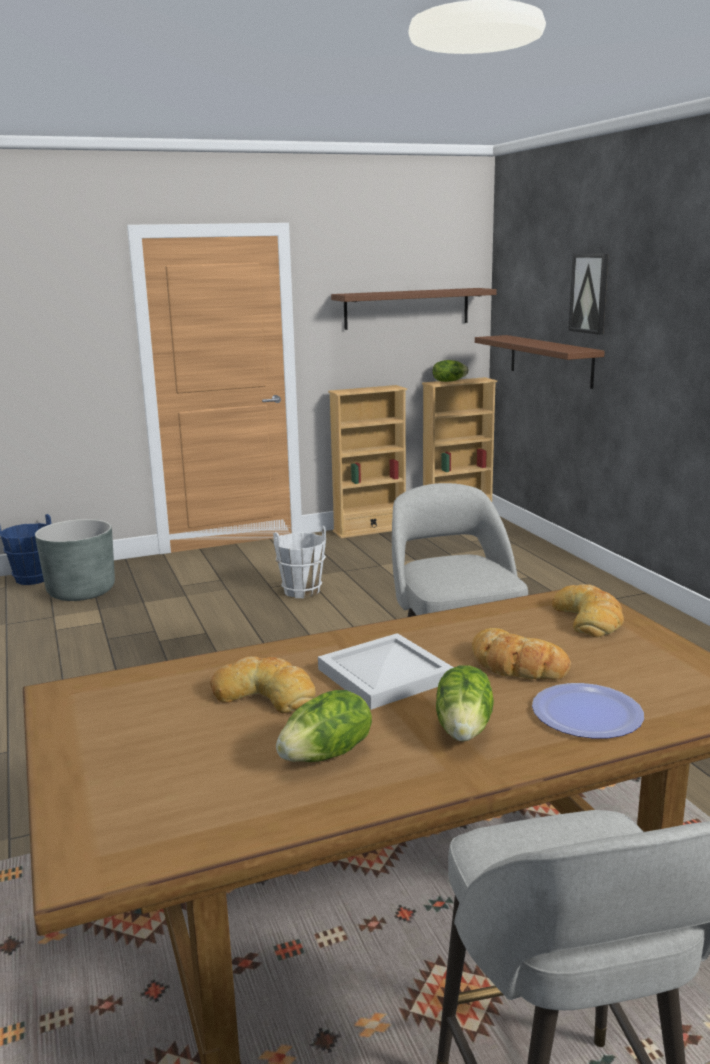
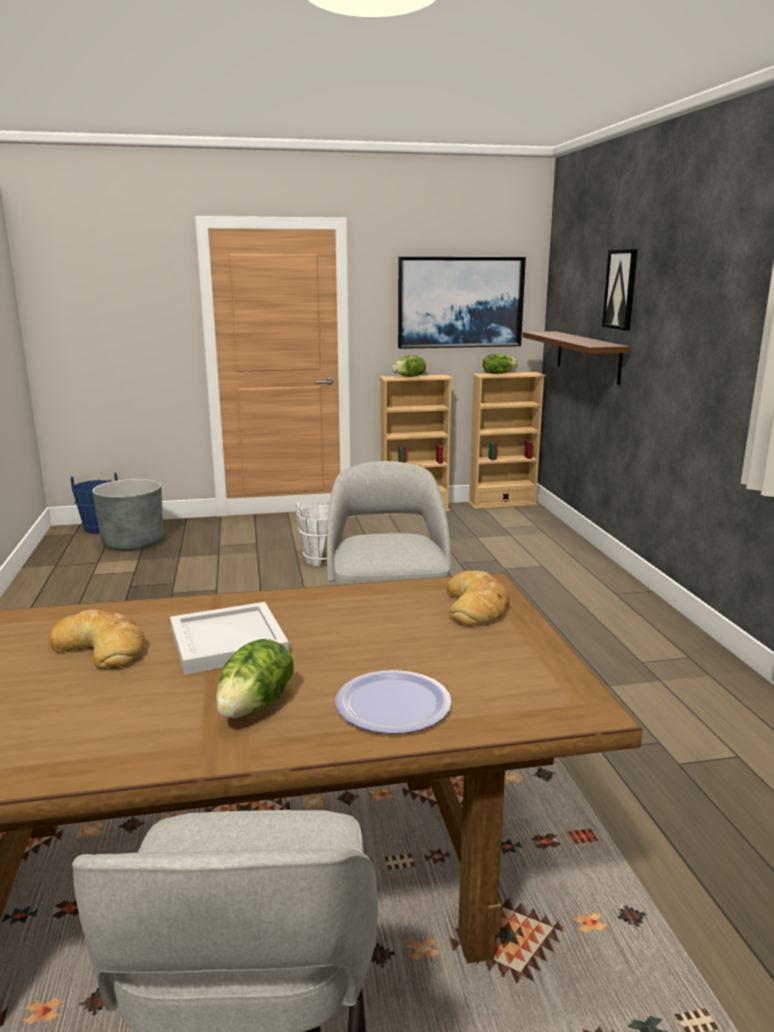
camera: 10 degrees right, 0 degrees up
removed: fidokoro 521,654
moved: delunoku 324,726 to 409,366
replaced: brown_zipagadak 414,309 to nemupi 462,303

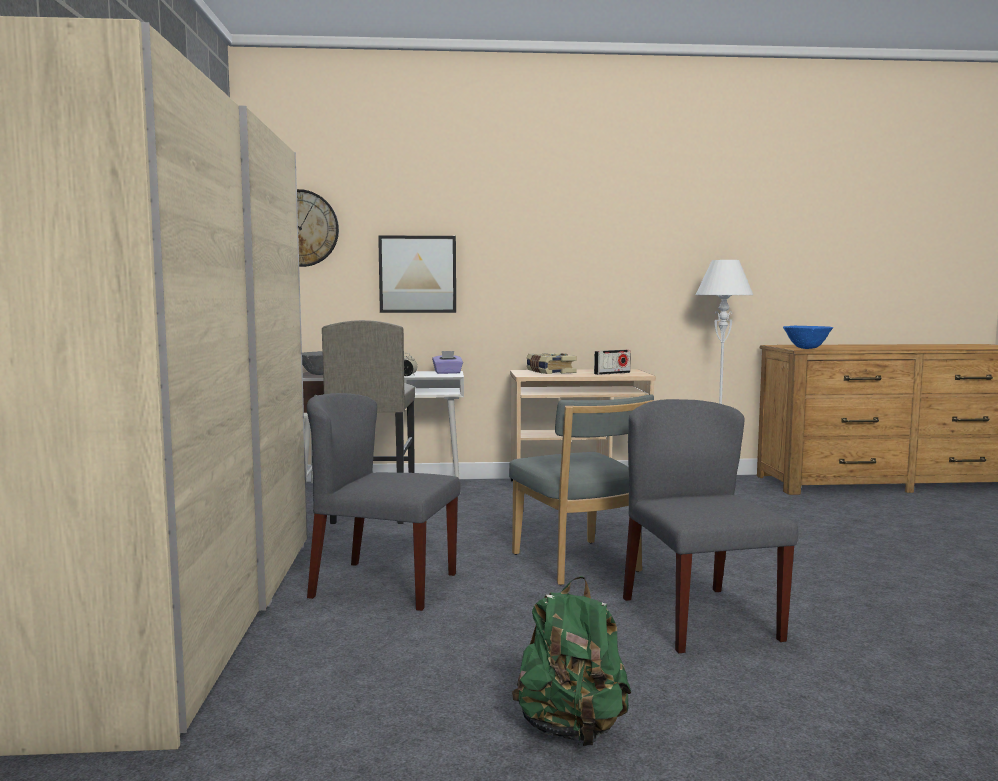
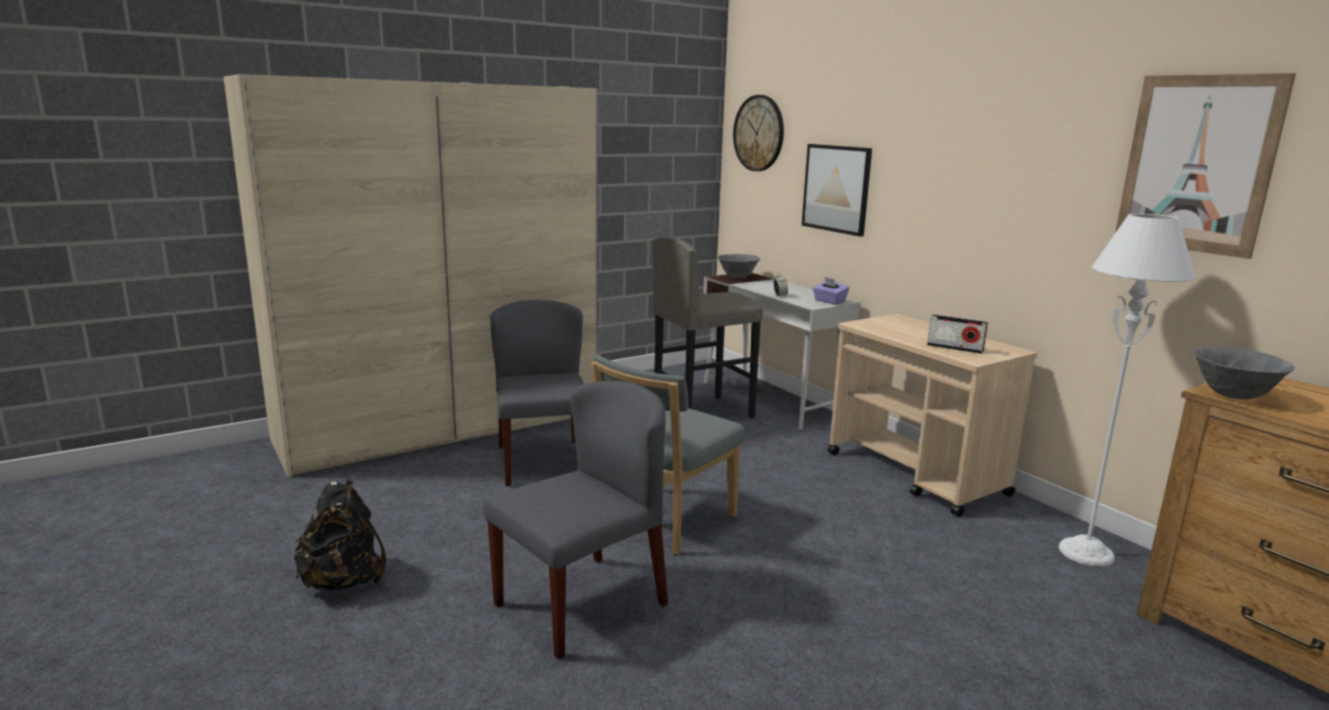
camera: 60 degrees right, 10 degrees up
removed: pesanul 552,363
added: nemupi 1205,166
recoloured: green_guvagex 571,661 to black_guvagex 340,535; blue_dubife 808,337 to grey_dubife 1244,373

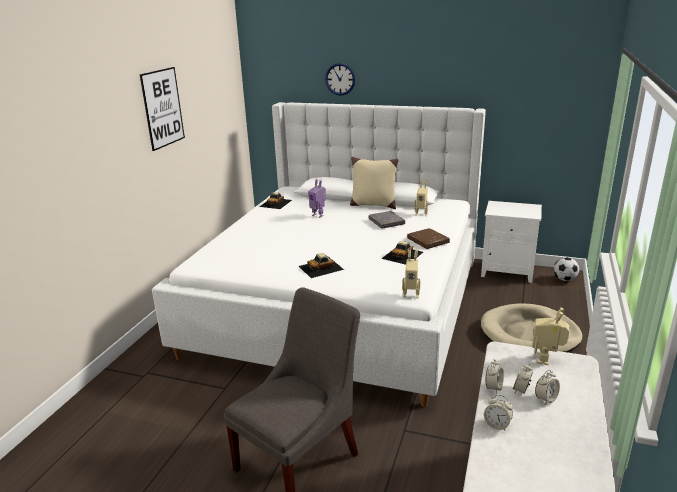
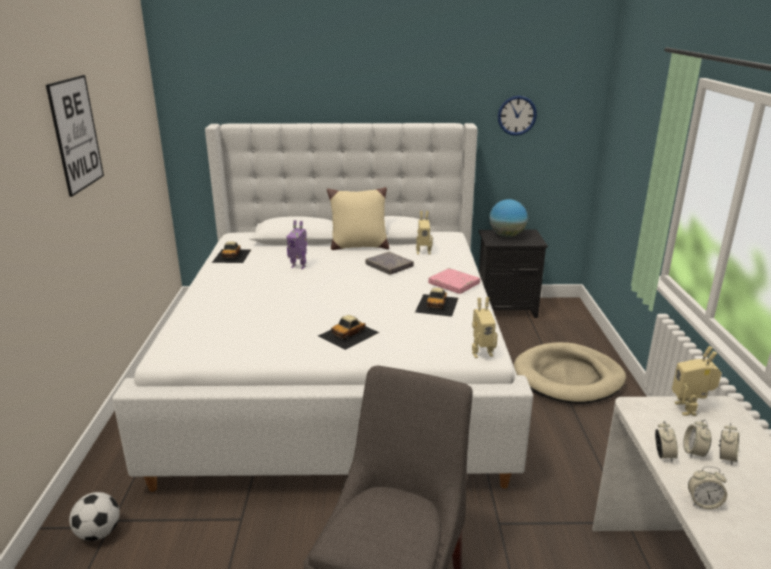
camera: 20 degrees left, 0 degrees up
added: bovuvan 508,218
moved: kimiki 340,79 to 517,116; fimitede 566,269 to 94,516
recoloured: brown_pesanul 428,238 to pink_pesanul 454,281; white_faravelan 511,242 to black_faravelan 513,273

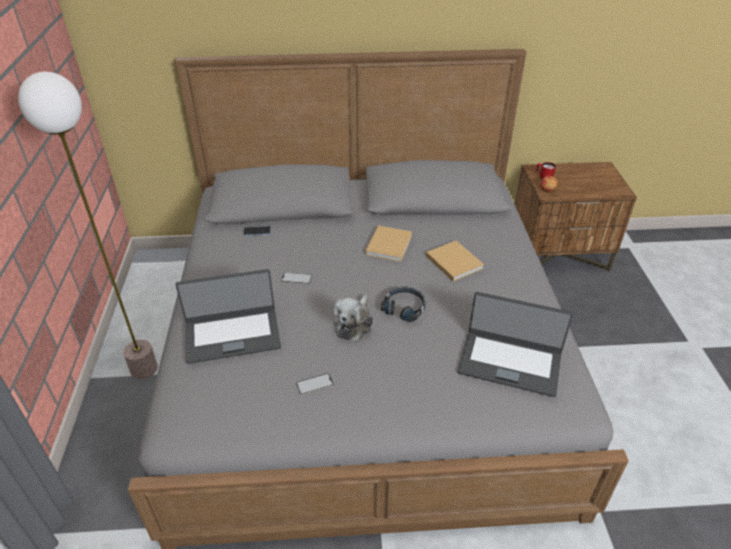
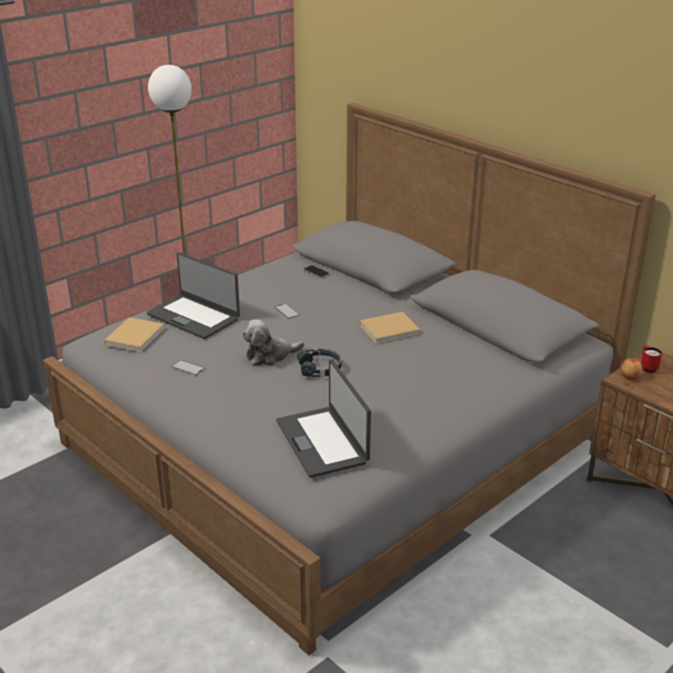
camera: 50 degrees right, 10 degrees down
moved: beige_pesanul 455,261 to 134,334

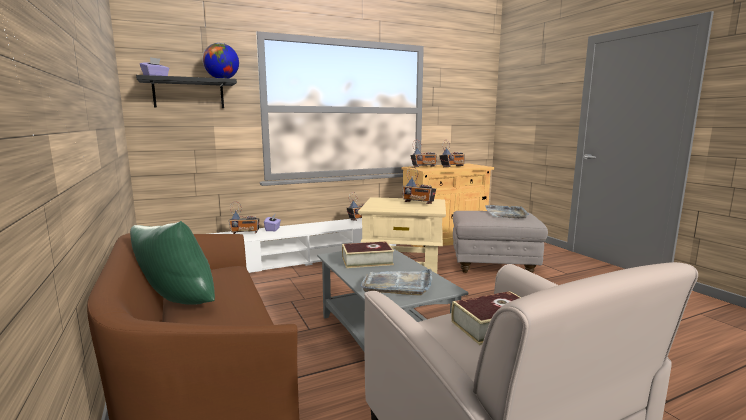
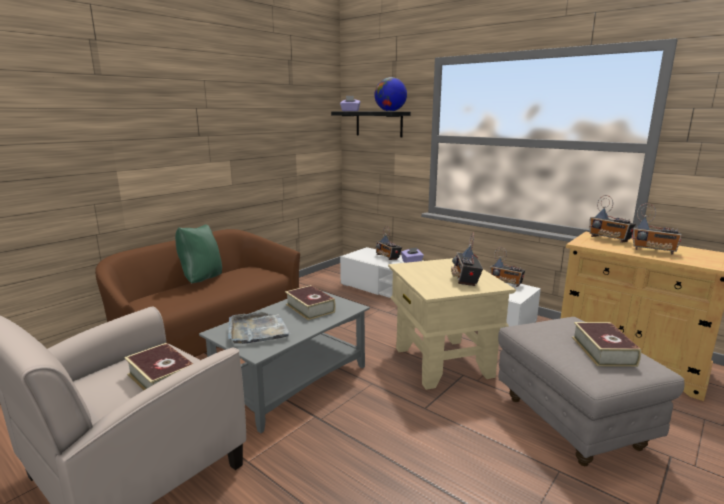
camera: 65 degrees right, 5 degrees up
replaced: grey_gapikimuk 507,211 to pesanul 606,344

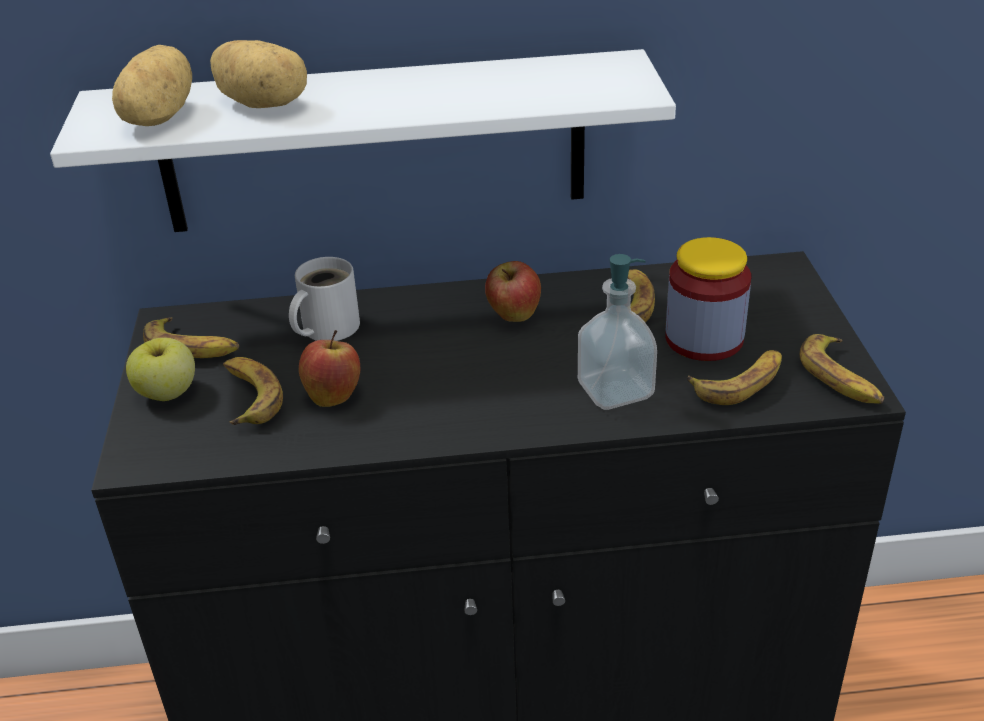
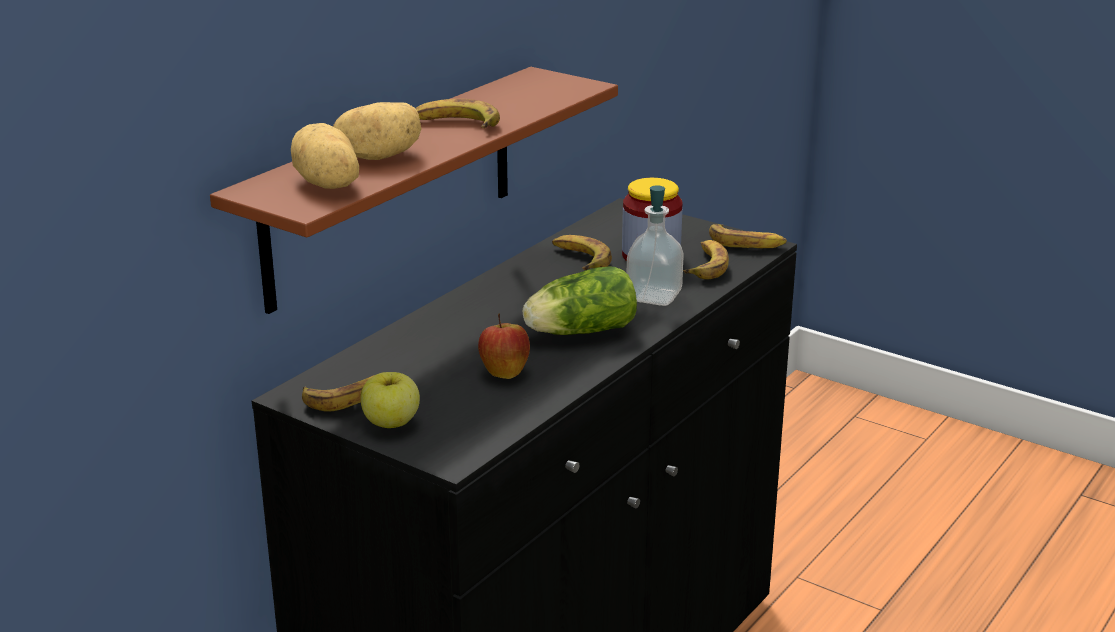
camera: 50 degrees left, 10 degrees down
removed: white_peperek 324,299; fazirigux 513,291
added: delunoku 580,300
moved: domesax 253,391 to 457,113
recoloured: white_zipagadak 363,140 to brown_zipagadak 414,190

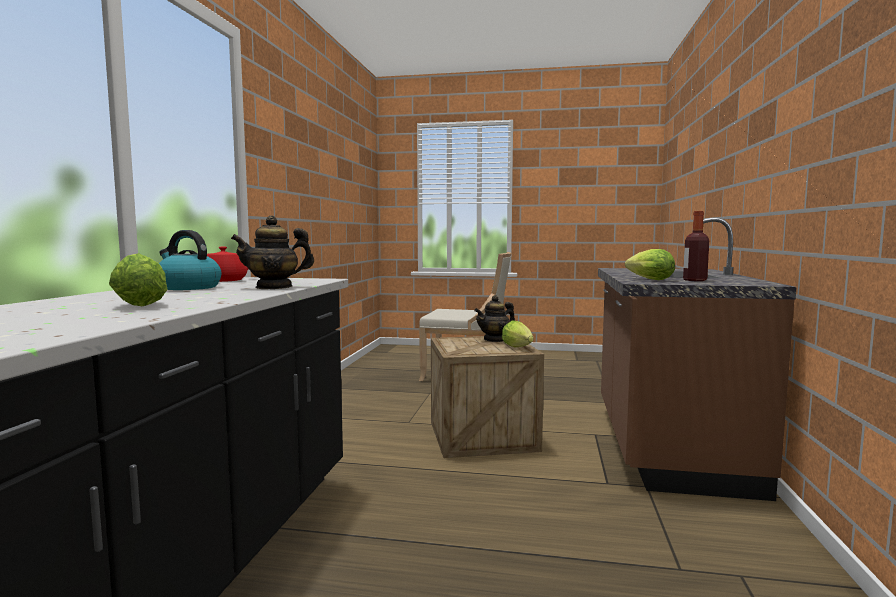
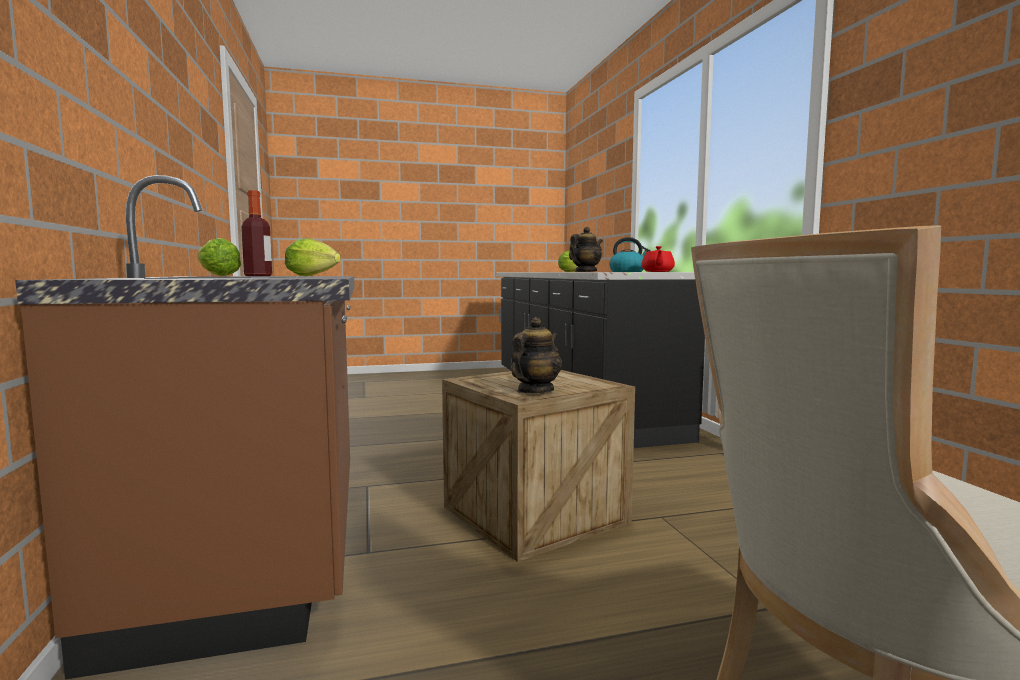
camera: 155 degrees right, 0 degrees up
moved: delunoku 518,334 to 219,257

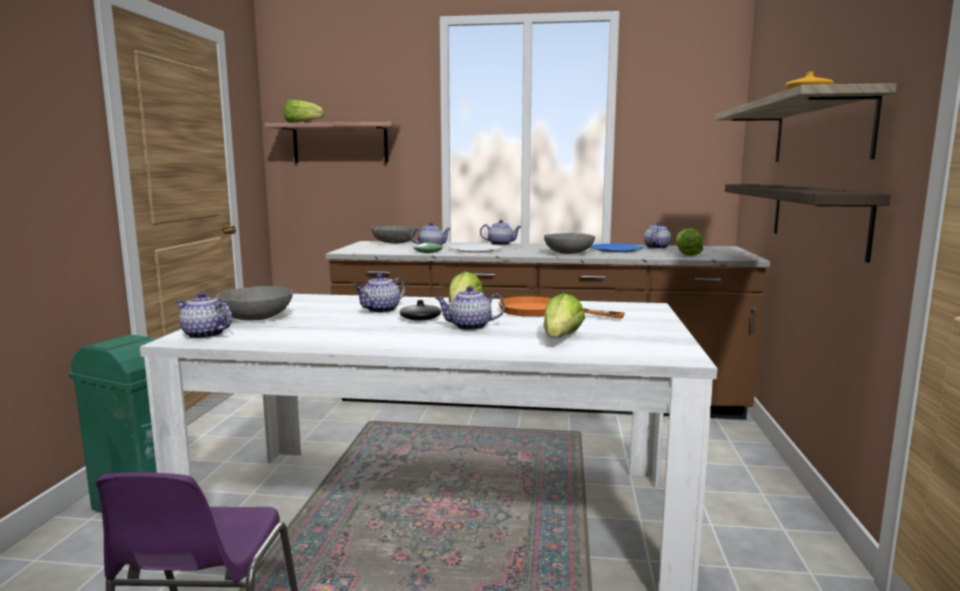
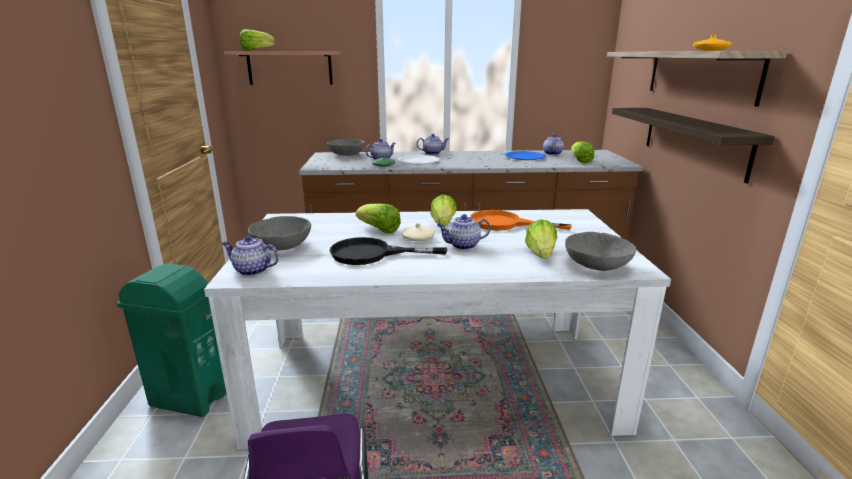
camera: 10 degrees left, 10 degrees up
added: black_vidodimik 389,251
moved: grey_dubife 569,243 to 600,251
replaced: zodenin 379,293 to delunoku 378,218
recoloured: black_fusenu 420,310 to beige_fusenu 418,232

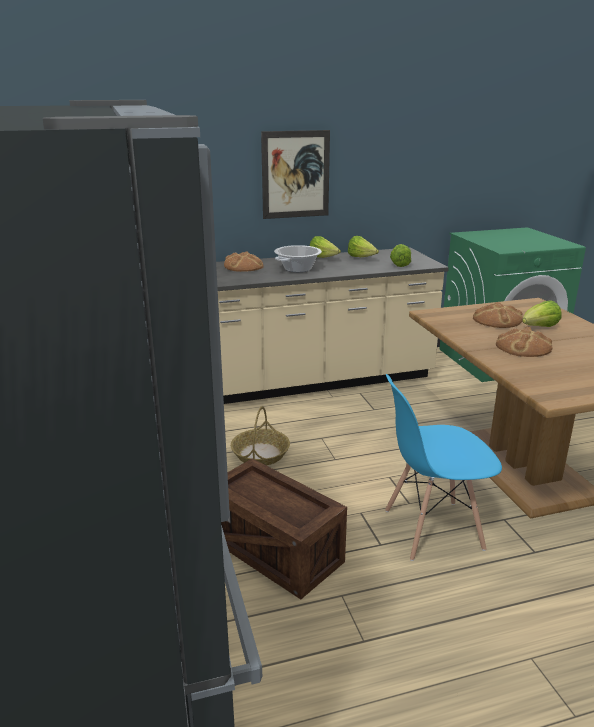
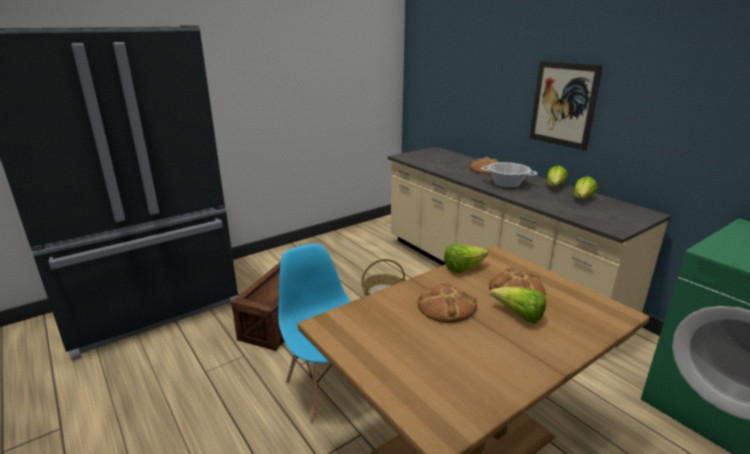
camera: 70 degrees right, 0 degrees up
moved: delunoku 400,255 to 466,258

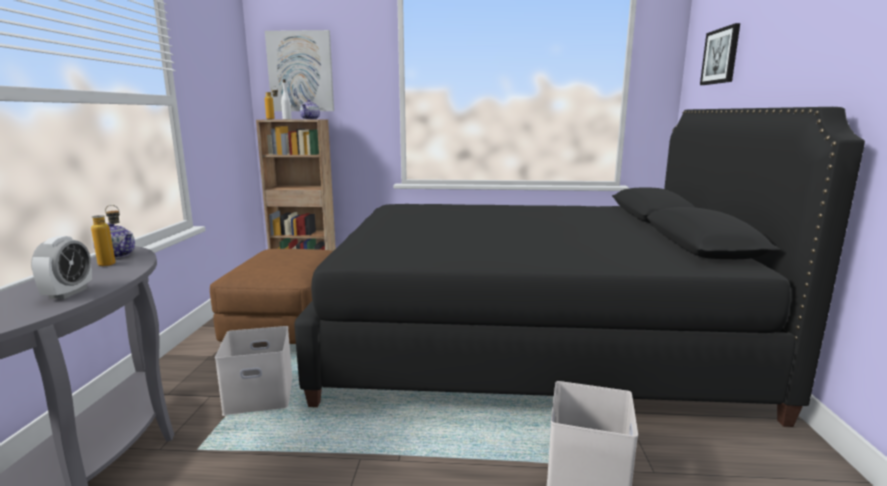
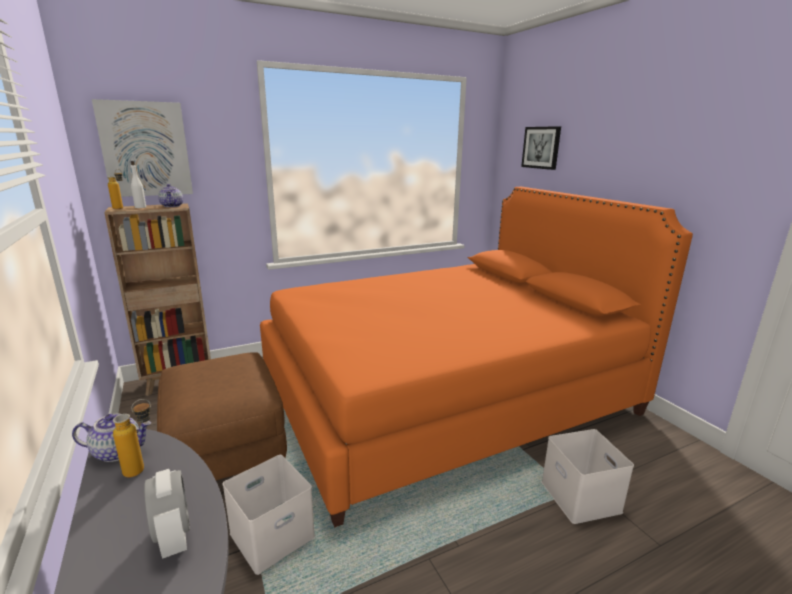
camera: 30 degrees left, 5 degrees up
recoloured: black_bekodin 579,267 to orange_bekodin 476,357

